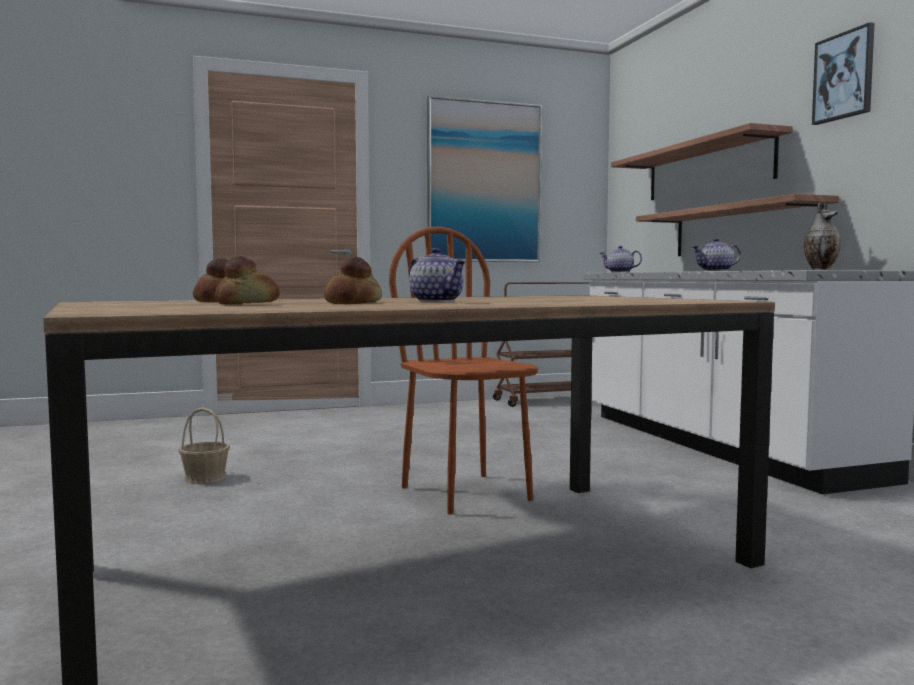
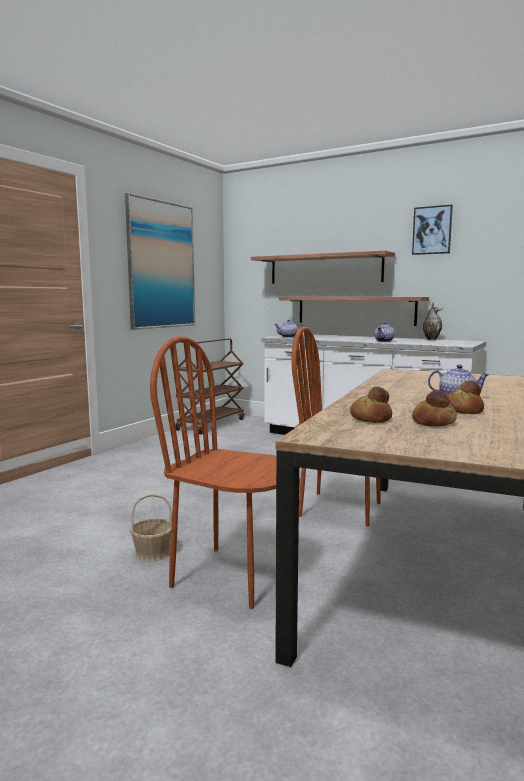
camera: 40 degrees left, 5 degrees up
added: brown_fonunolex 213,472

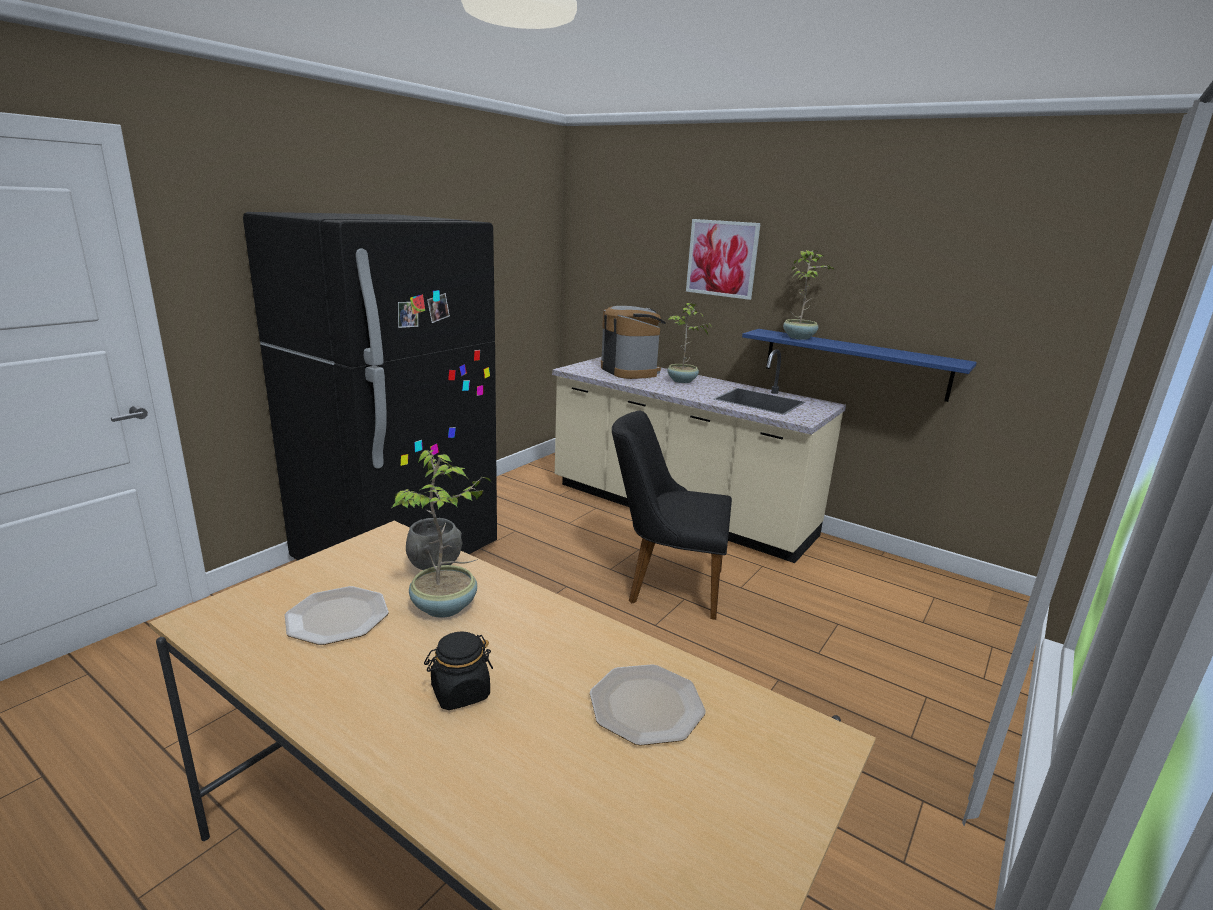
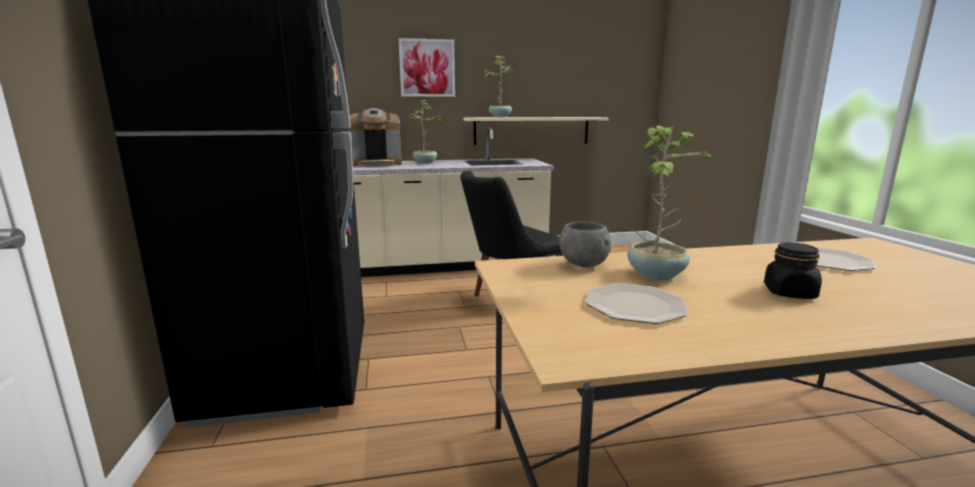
camera: 45 degrees left, 5 degrees down
recoloured: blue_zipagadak 859,365 to beige_zipagadak 536,131
turned: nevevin 633,342 = 376,137 150 degrees clockwise

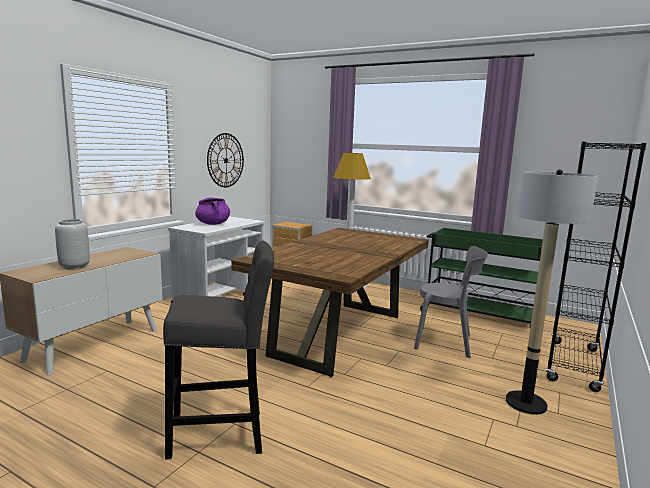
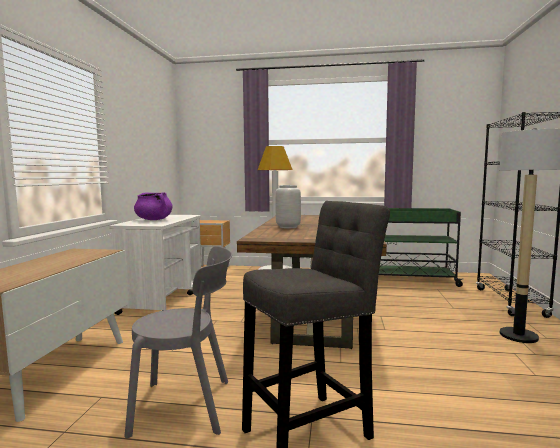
camera: 20 degrees left, 5 degrees down
removed: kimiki 225,160
moved: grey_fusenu 72,244 to 288,206; grey_fonunolex 451,302 to 178,342

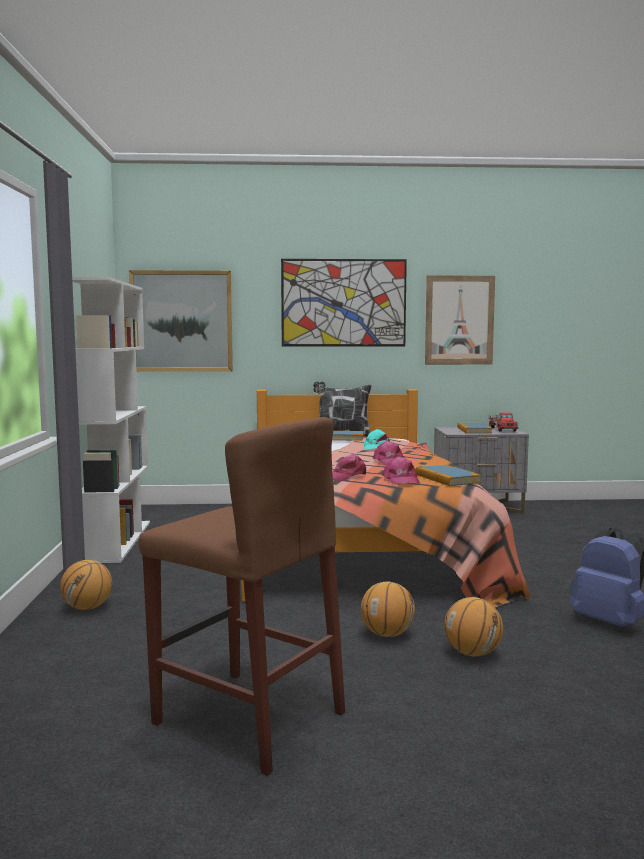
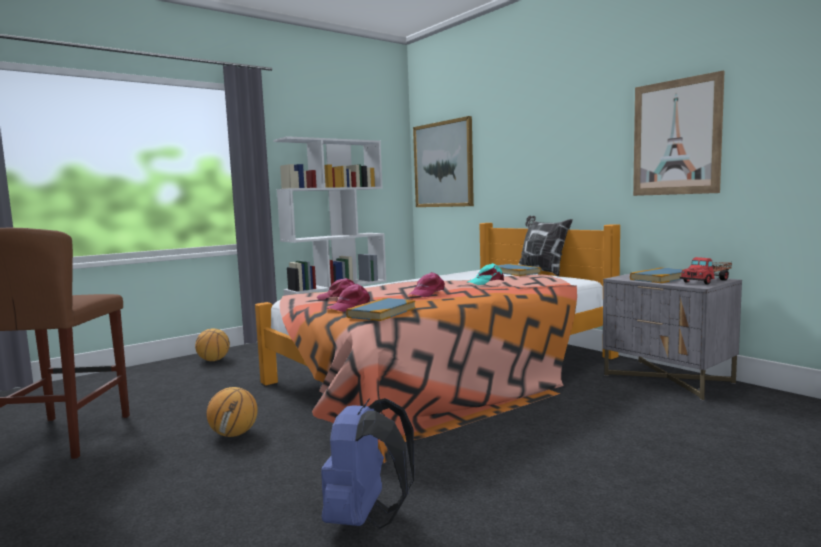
camera: 55 degrees right, 0 degrees up
removed: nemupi 344,302; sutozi 473,627

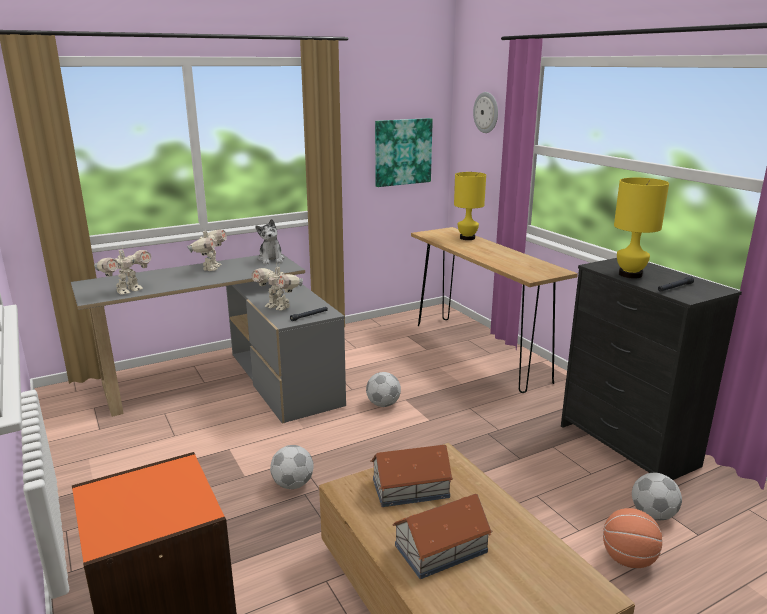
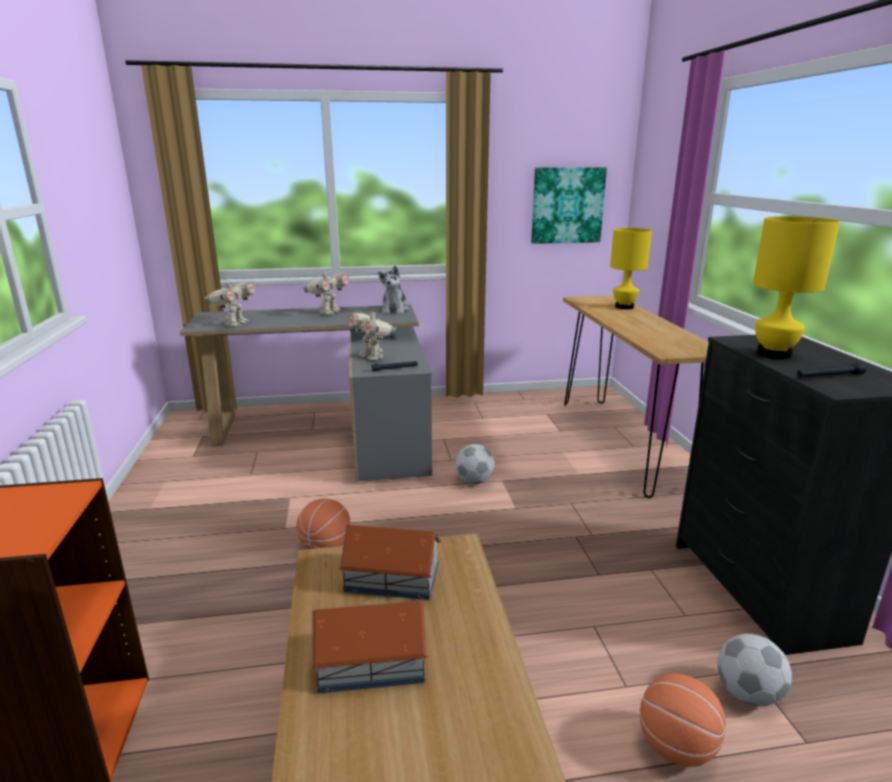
camera: 20 degrees right, 0 degrees up
removed: kimiki 485,112
replaced: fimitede 292,467 to sutozi 323,523
turned: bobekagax 122,271 = 230,302 45 degrees counterclockwise

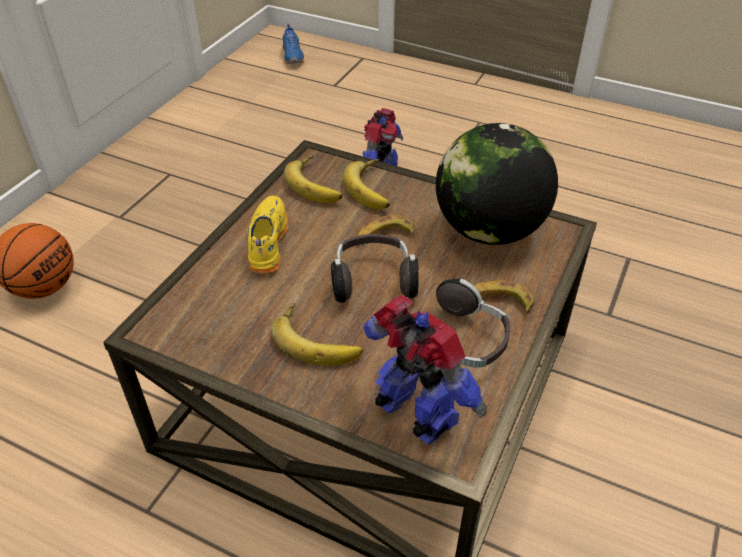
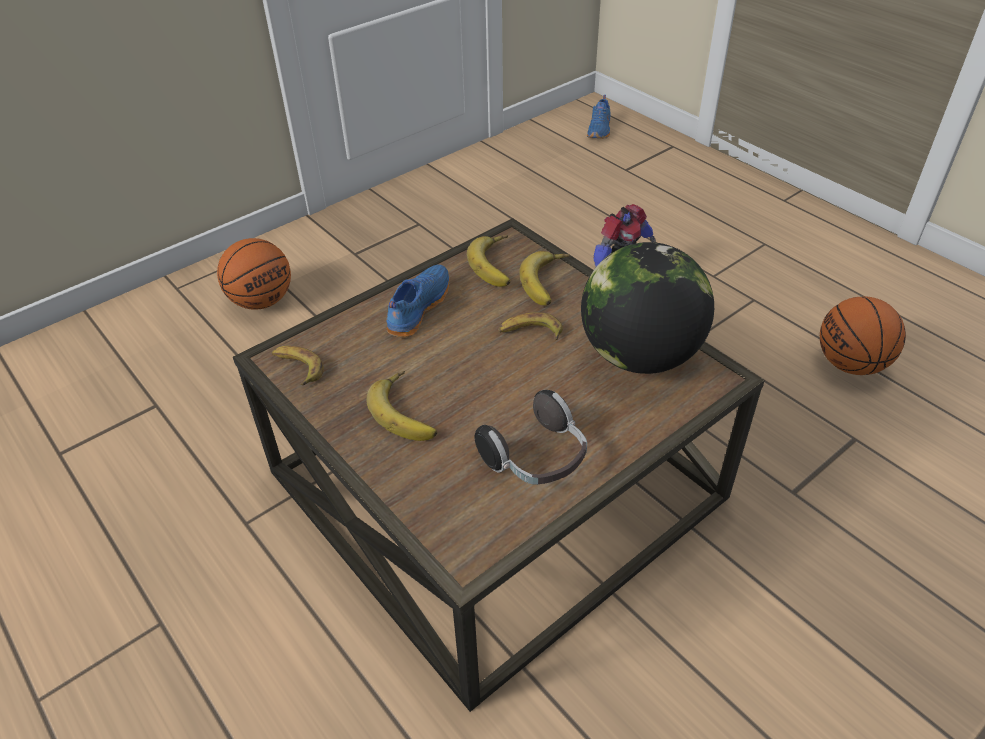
camera: 25 degrees right, 0 degrees up
removed: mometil 375,268; bobekagax 425,369
added: sutozi 863,335
moved: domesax 504,297 to 298,365
recoloured: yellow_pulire 268,234 to blue_pulire 418,300

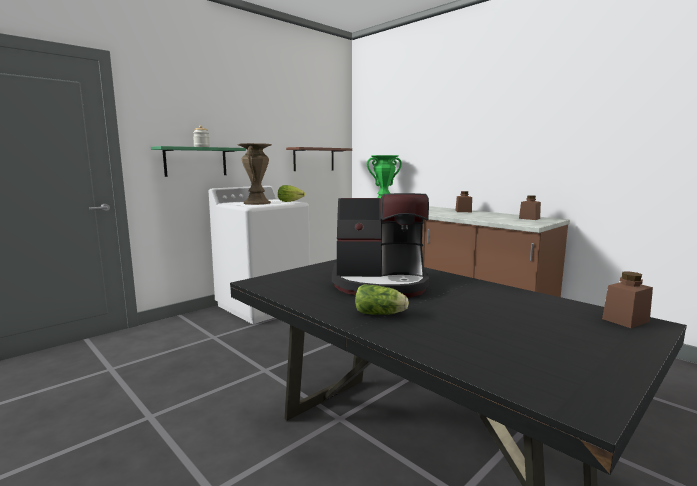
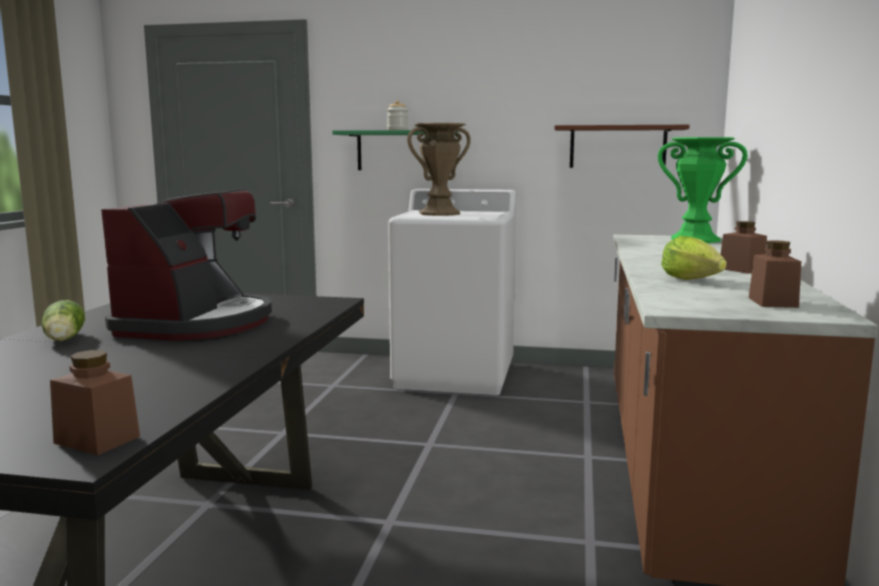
camera: 55 degrees right, 0 degrees up
moved: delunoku 291,193 to 694,258
turned: nevevin 380,245 = 186,265 135 degrees counterclockwise

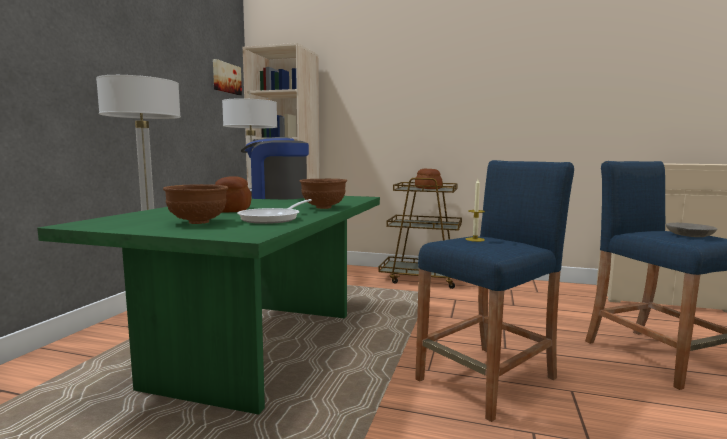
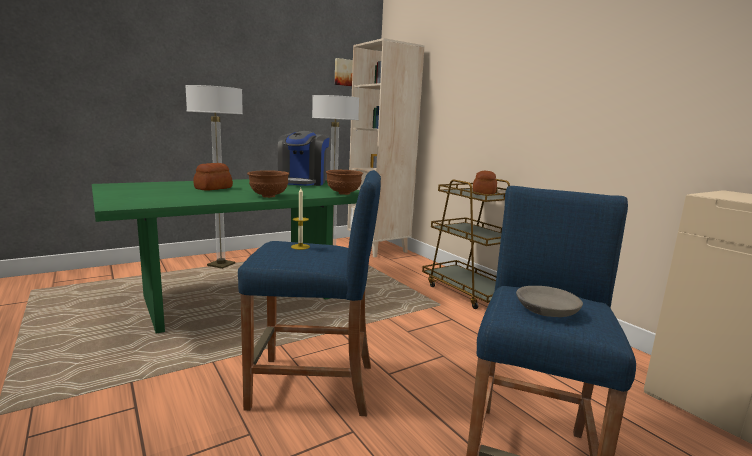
camera: 40 degrees right, 5 degrees up
removed: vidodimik 274,211
moved: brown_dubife 195,204 to 344,182
turned: nevevin 275,168 = 304,158 135 degrees counterclockwise

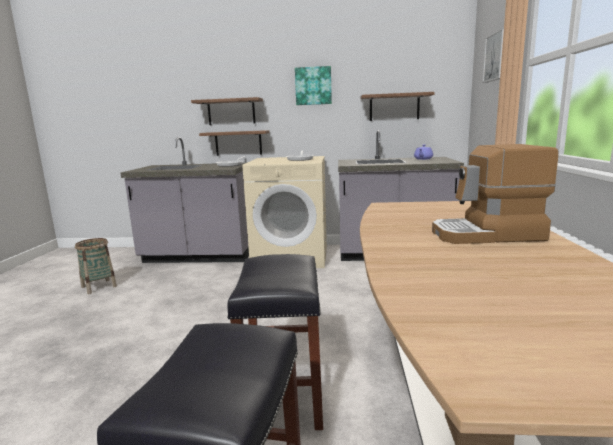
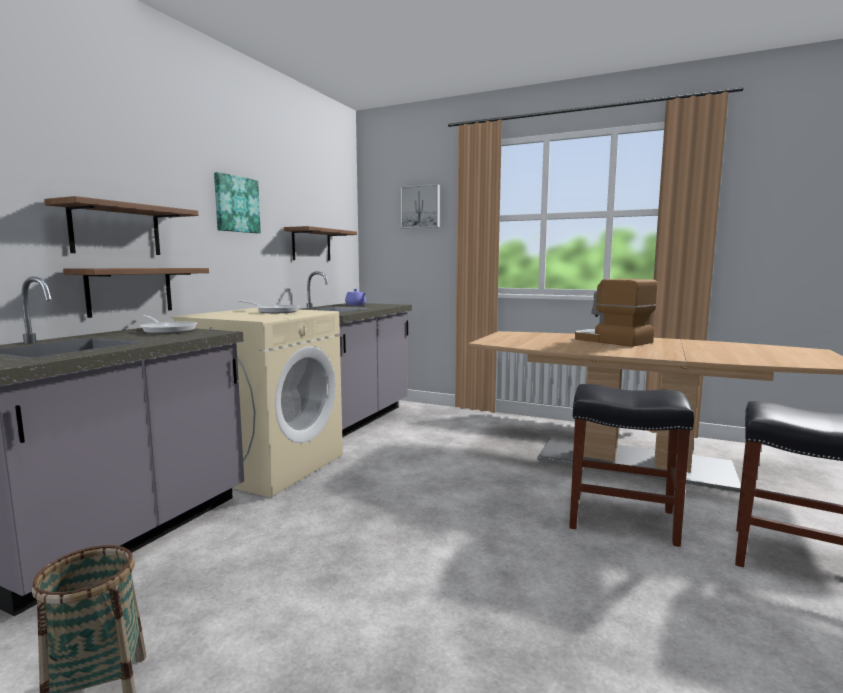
camera: 70 degrees left, 5 degrees down
turned: nevevin 495,194 = 616,313 120 degrees clockwise

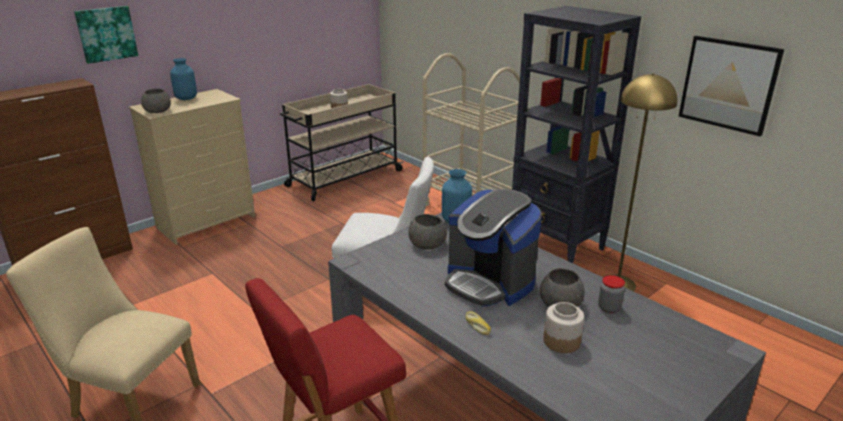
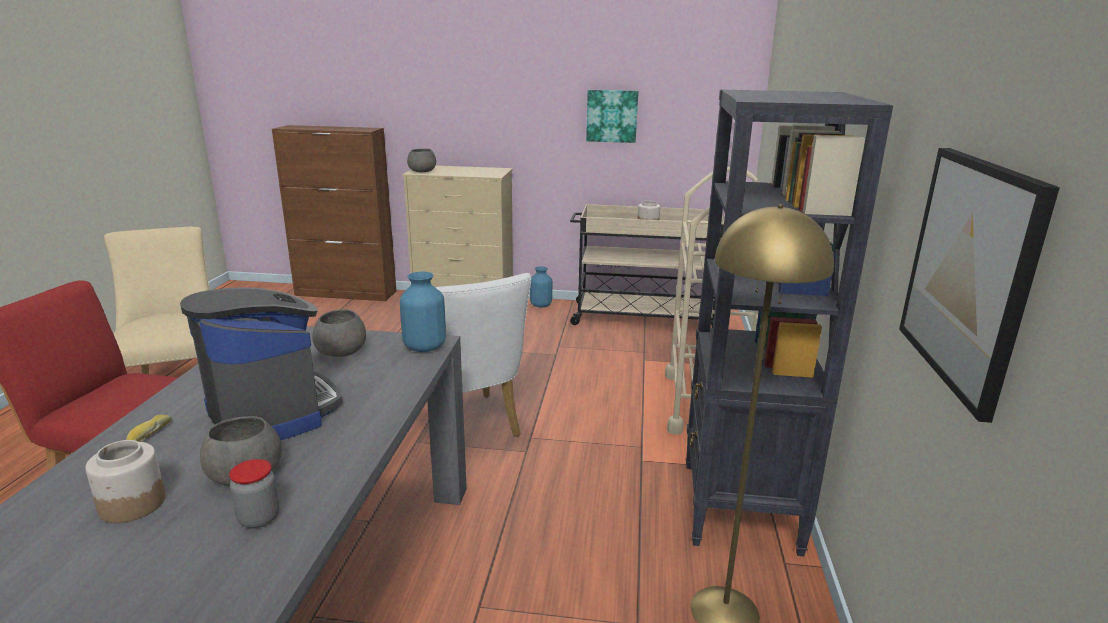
camera: 50 degrees right, 5 degrees down
moved: nemupi 106,35 to 612,116; blue_fusenu 183,79 to 541,287
turned: nevevin 493,248 = 261,363 135 degrees clockwise

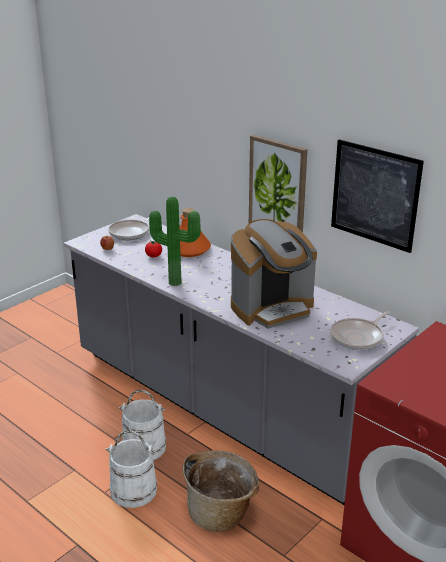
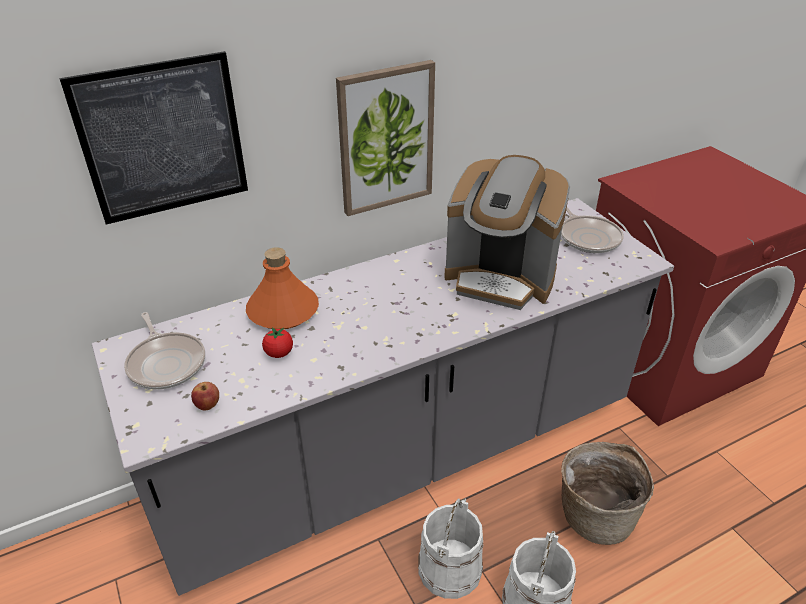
camera: 70 degrees left, 10 degrees up
removed: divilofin 175,241
moved: nemupi 377,196 to 153,138
turned: nevevin 274,274 = 507,232 120 degrees clockwise

